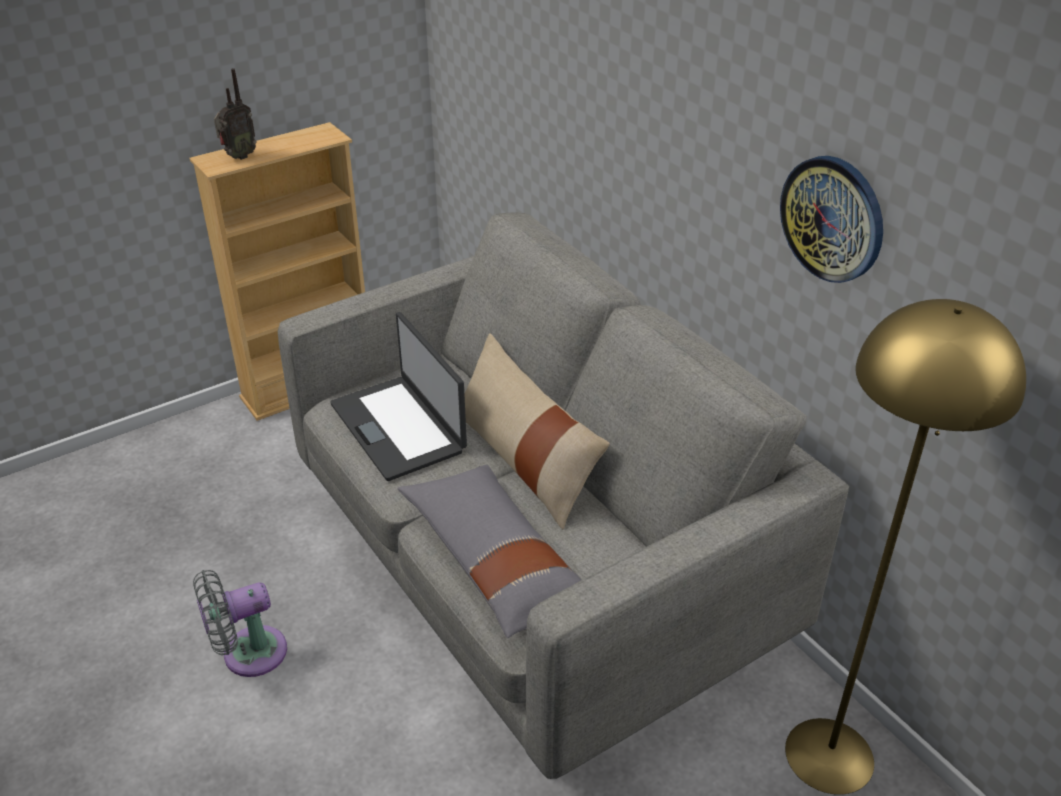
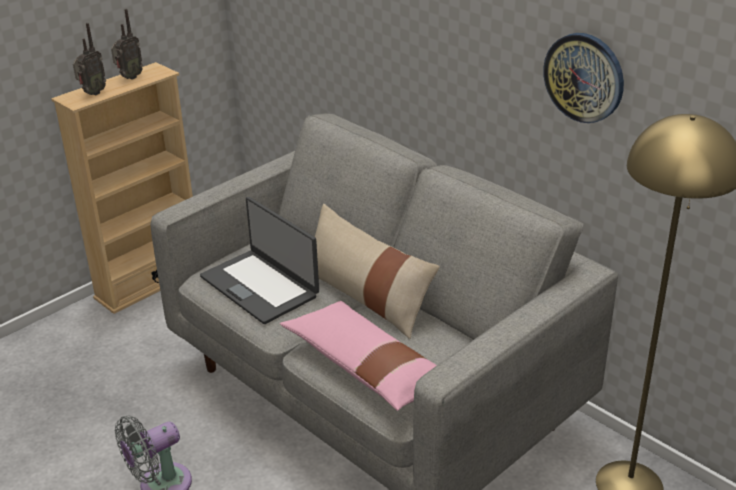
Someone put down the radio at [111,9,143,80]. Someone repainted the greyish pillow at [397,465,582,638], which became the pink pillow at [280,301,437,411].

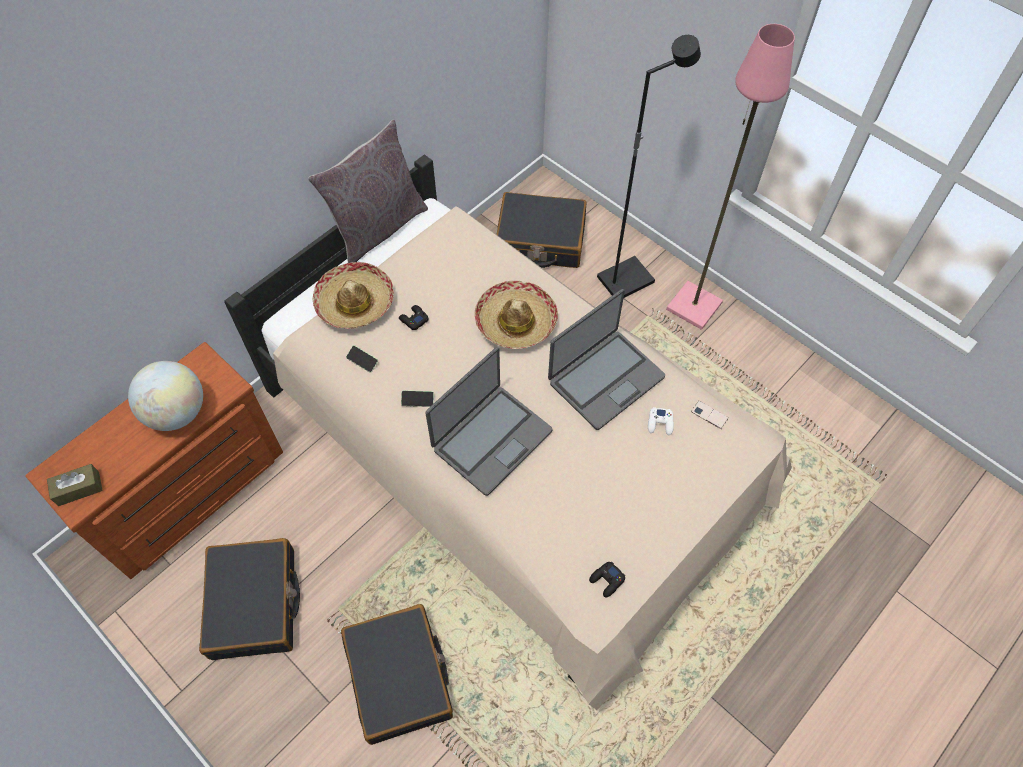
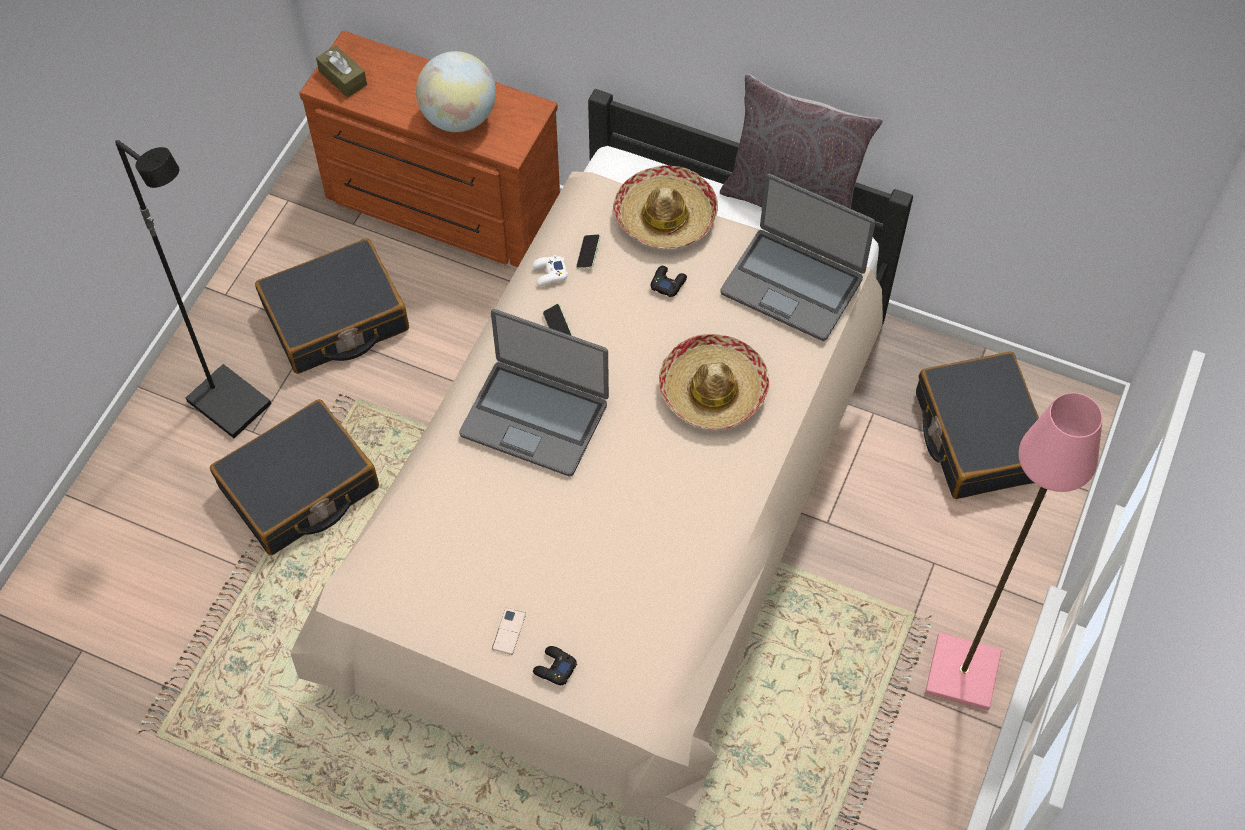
Someone carried the notebook computer from [548,289,665,430] to [720,174,876,341]. Someone carried the black game controller from [589,562,625,598] to [533,646,577,685]. Someone carried the black standing lamp from [597,35,701,298] to [115,140,271,438]. Someone carried the white game controller from [648,407,674,435] to [532,255,568,286]. Someone carried the handset from [691,401,729,429] to [492,608,526,655].

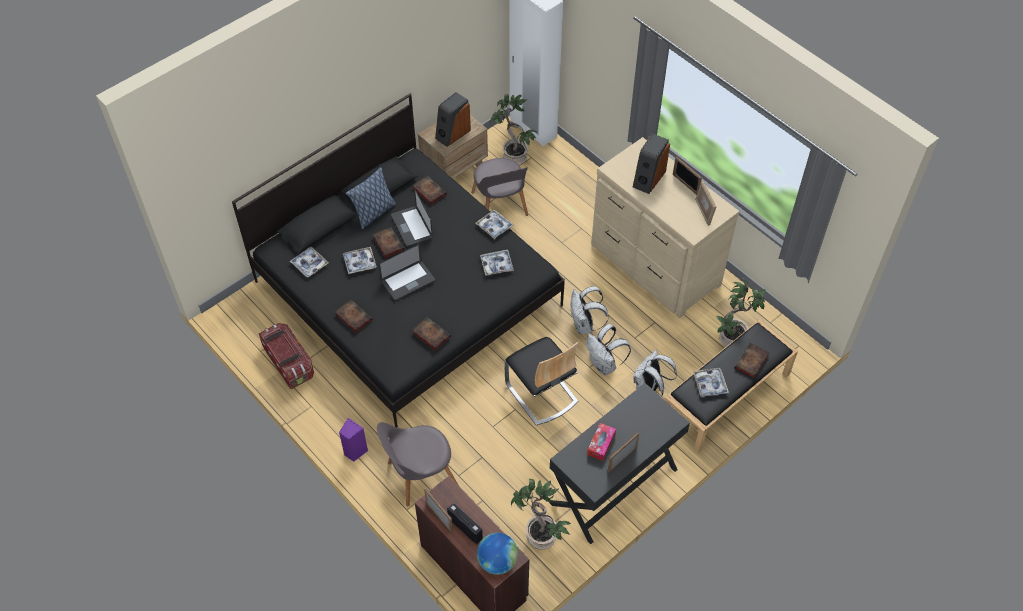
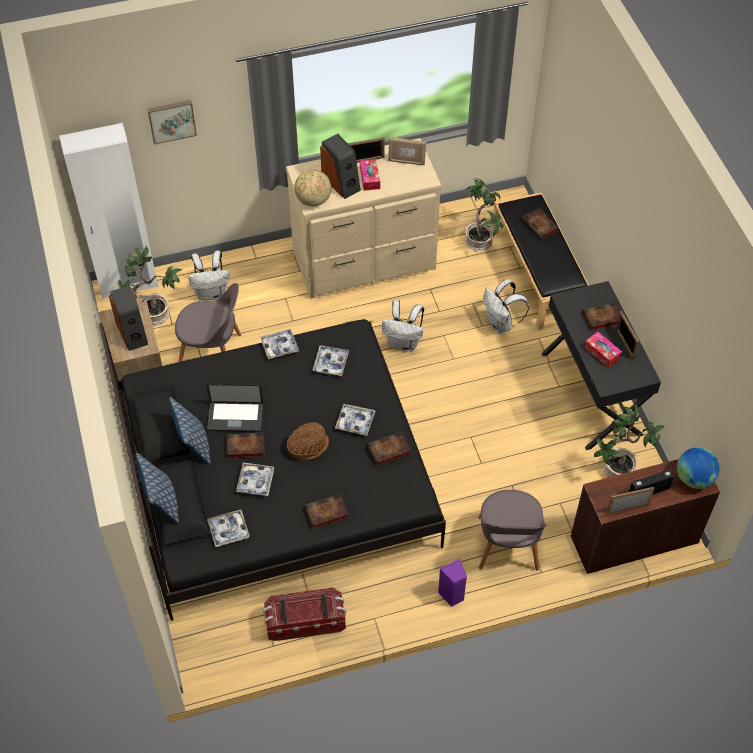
Someone took away the plain chair at [504,337,578,426]. Someone put down the pillow at [135,453,179,523]. Someone put up the wall picture at [147,100,197,145]. Someone put down the world globe at [294,170,331,206]. Someone put down the box of tissues at [360,159,380,191]. Someone carried the bound book from [412,176,447,205] to [583,302,621,331]. Someone carried the white rucksack from [586,324,631,375] to [189,251,230,301]. Someone carried the tray from [693,368,729,397] to [335,404,375,436]. Someone swapped the notebook computer at [378,244,435,301] for the brownish hat at [287,422,329,460].

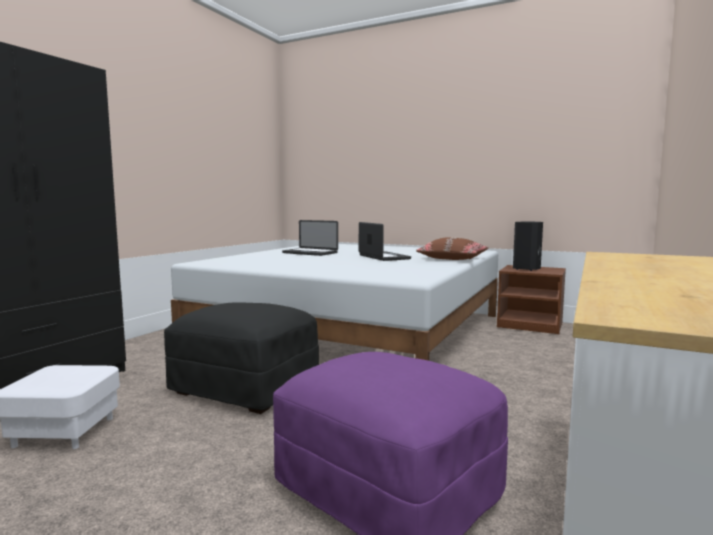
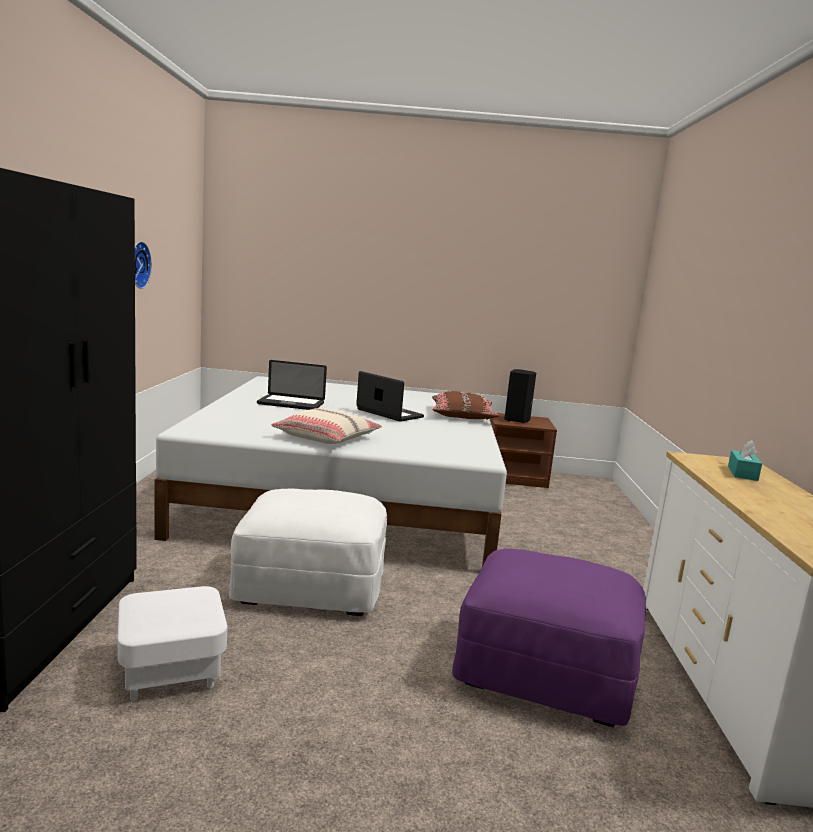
Someone put up the wall clock at [135,241,152,289]. Someone put down the beige-coloured pillow at [271,408,382,444]. Someone put down the turquoise-coloured box of tissues at [728,440,762,481]. Someone repainted the black ottoman at [164,302,319,414], which became the white ottoman at [229,489,387,616].

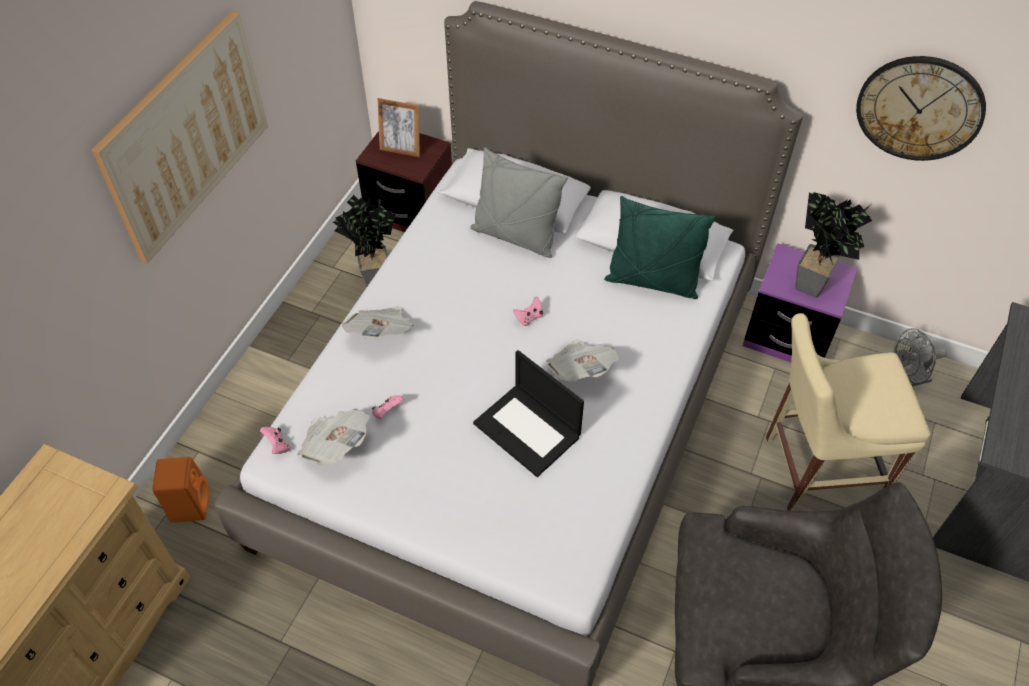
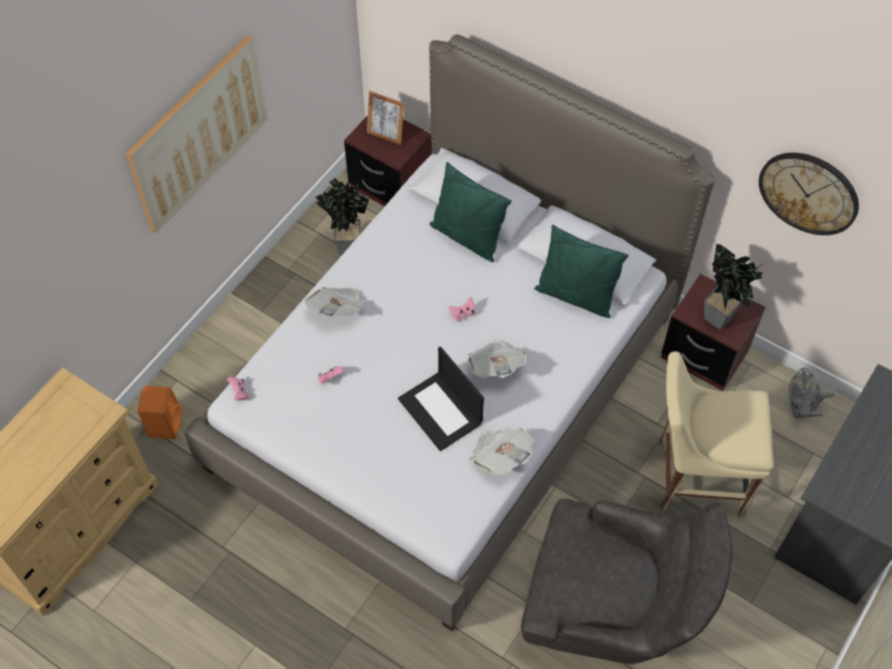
Someone carried the newspaper from [297,408,370,466] to [469,428,534,475]. Someone repainted the greyish pillow at [470,147,568,258], which became the green pillow at [430,162,512,262]. Someone repainted the purple nightstand at [743,243,857,362], which became the brownish nightstand at [661,274,765,391].

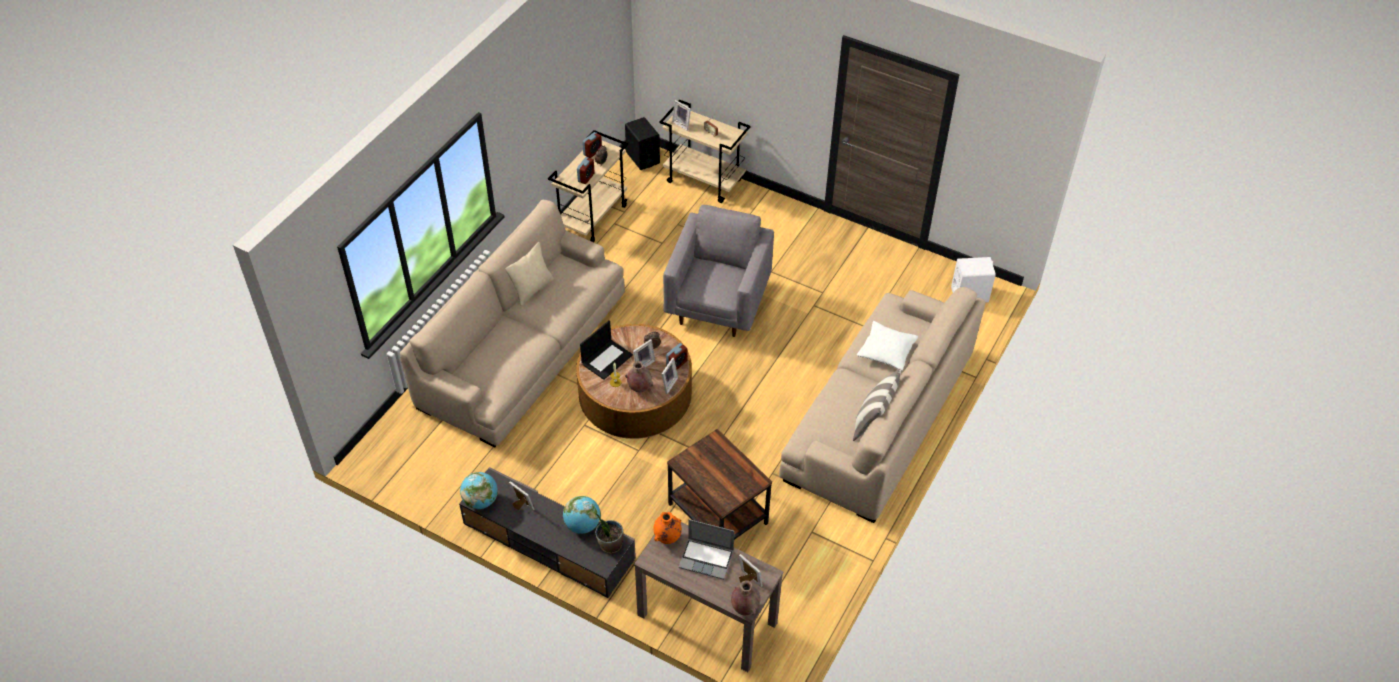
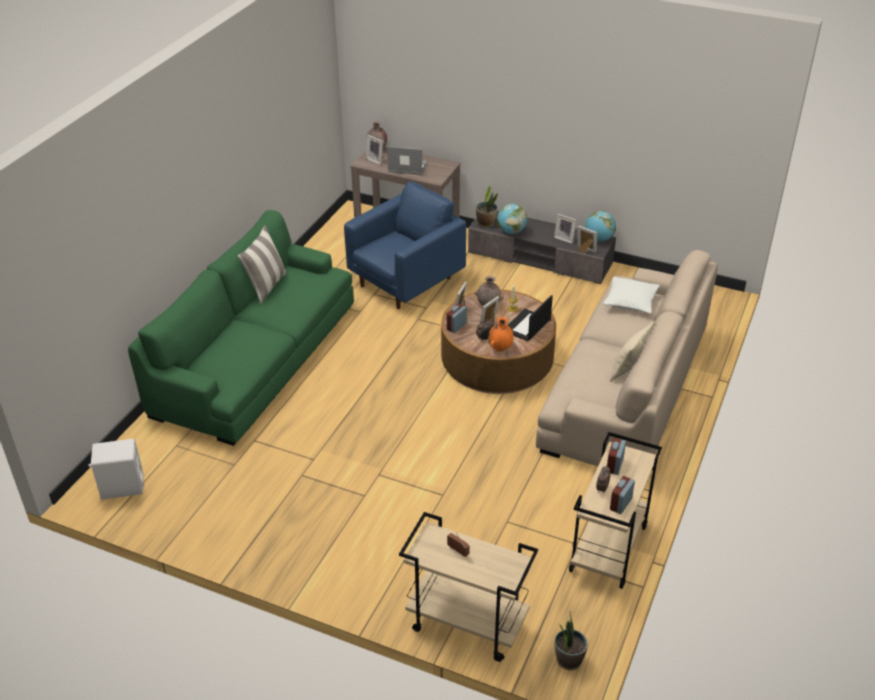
Someone took away the greyish lounge chair at [663,205,774,337]. Someone carried the orange decorative vase from [653,512,682,544] to [488,317,514,352]. Someone carried the standing frame from [672,100,691,131] to [578,226,597,253]. Someone carried the white pillow from [857,321,918,371] to [603,277,660,313]. Someone swapped the black loudspeaker at [625,117,660,170] for the houseplant at [554,612,588,670]. Someone swapped the brownish accent table at [667,429,772,540] for the bluish lounge chair at [344,182,466,309]. Someone repainted the beige-coloured sofa at [779,287,985,523], which became the green sofa at [128,210,354,446].

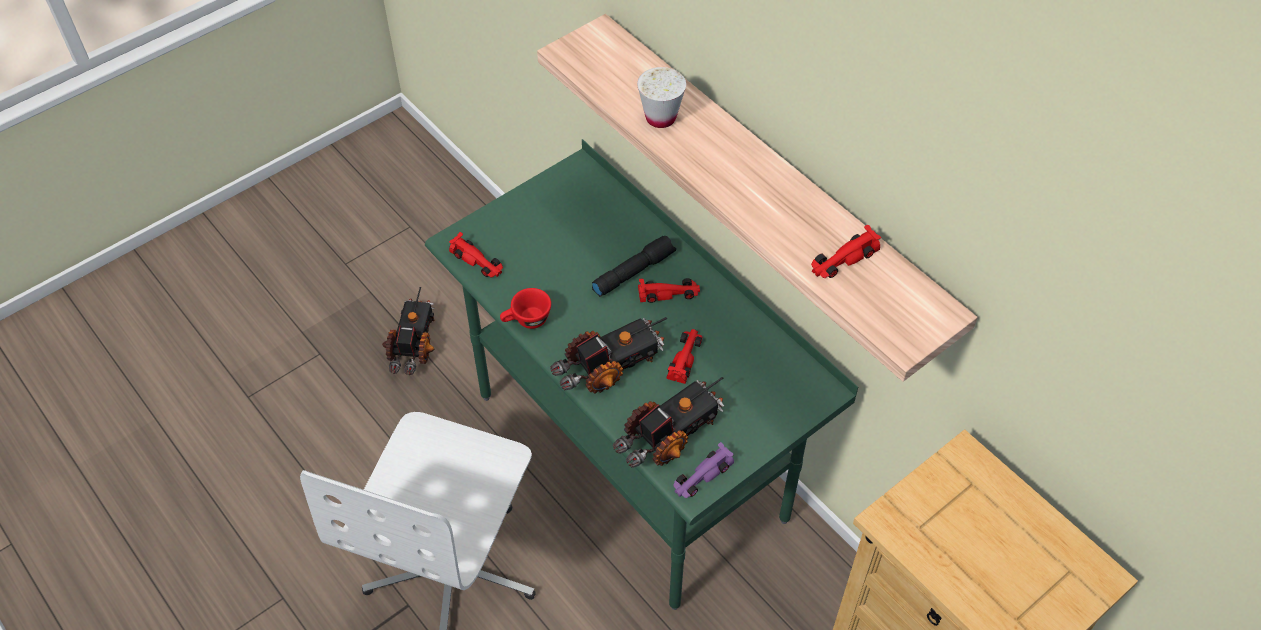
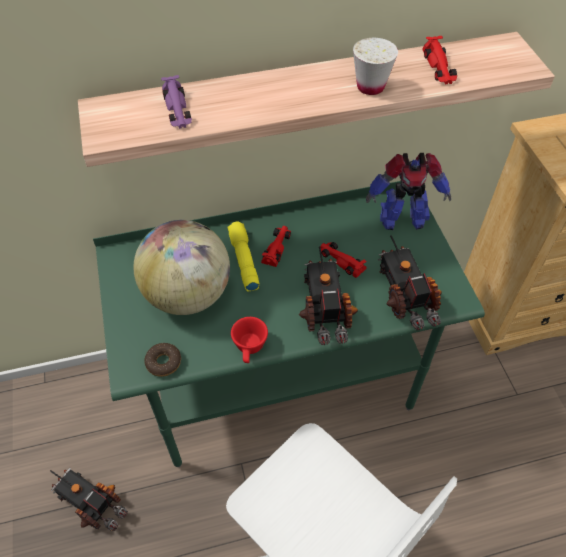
Someone put down the world globe at [133,220,230,315]. Someone put down the robot figure at [366,153,451,230]. Someone carried the white cup from [637,67,686,128] to [353,38,398,95]. Someone carried the purple model car from [673,442,734,498] to [161,75,192,129]. Someone swapped the reddish model car at [449,232,503,277] for the doughnut at [144,343,181,377]. Someone repainted the black hand torch at [592,236,676,297], which became the yellow hand torch at [228,221,259,291].

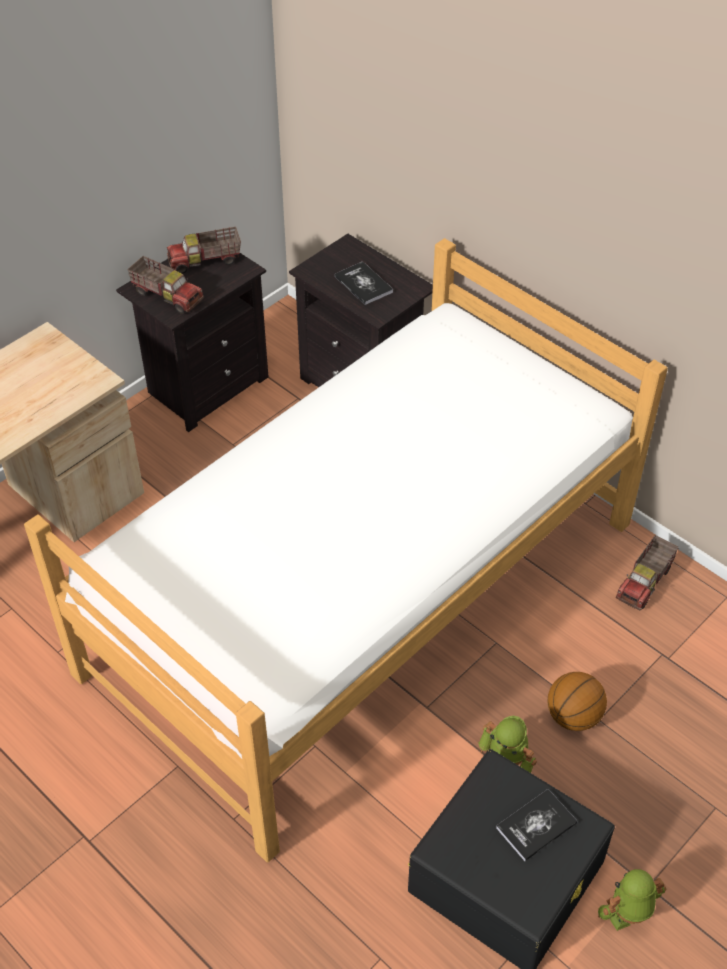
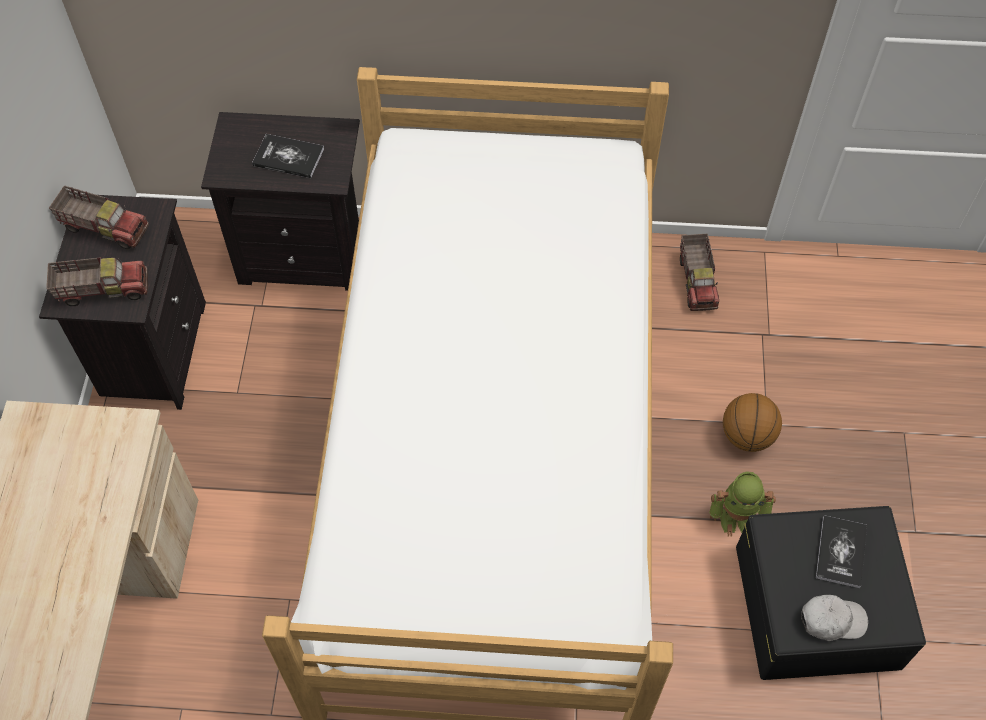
Someone took away the robot figure at [598,869,666,931]. Someone put down the white cap at [801,595,868,641]. Someone rotated the toy truck at [167,227,241,274] by 105 degrees counterclockwise.

